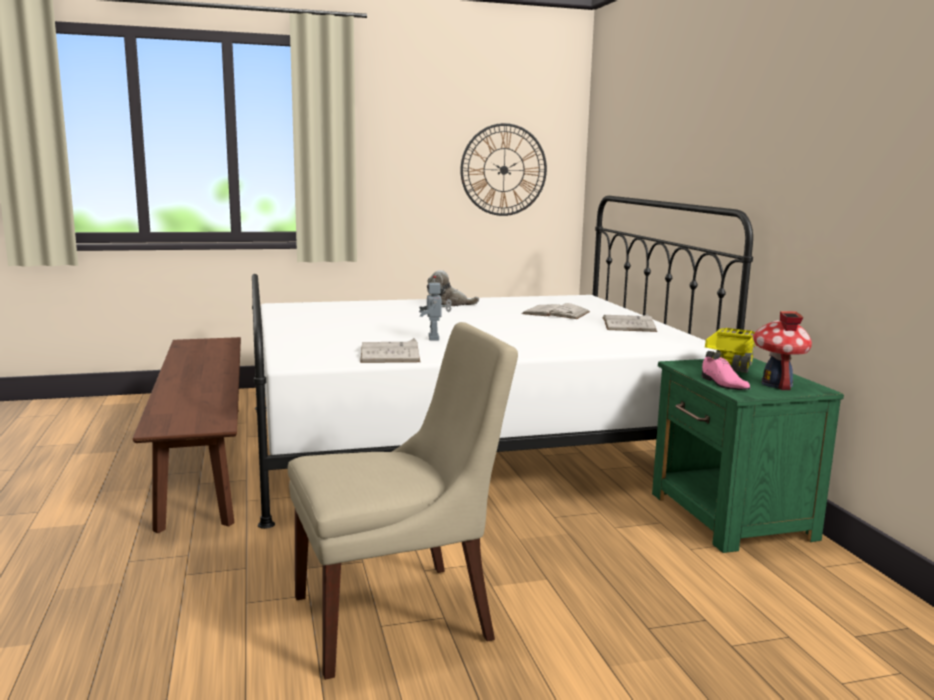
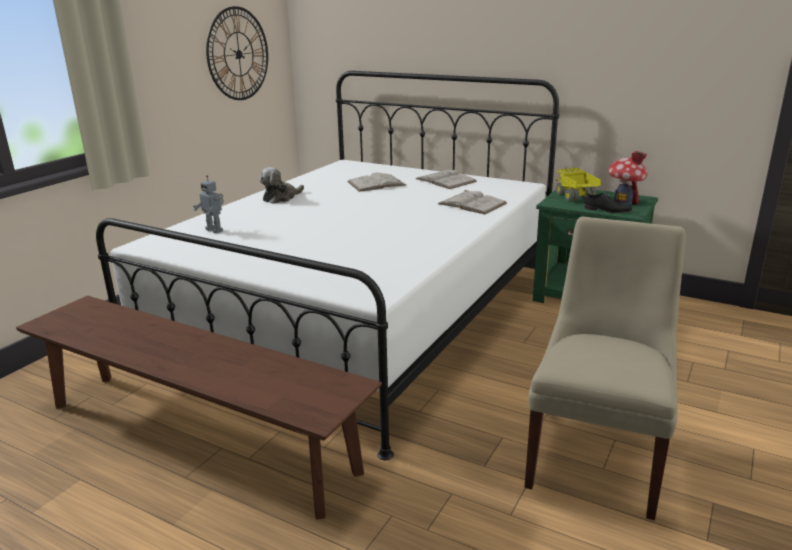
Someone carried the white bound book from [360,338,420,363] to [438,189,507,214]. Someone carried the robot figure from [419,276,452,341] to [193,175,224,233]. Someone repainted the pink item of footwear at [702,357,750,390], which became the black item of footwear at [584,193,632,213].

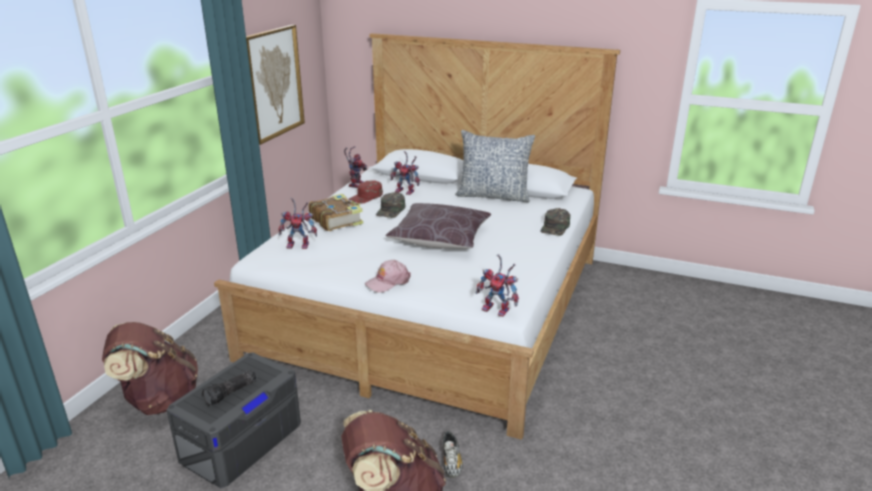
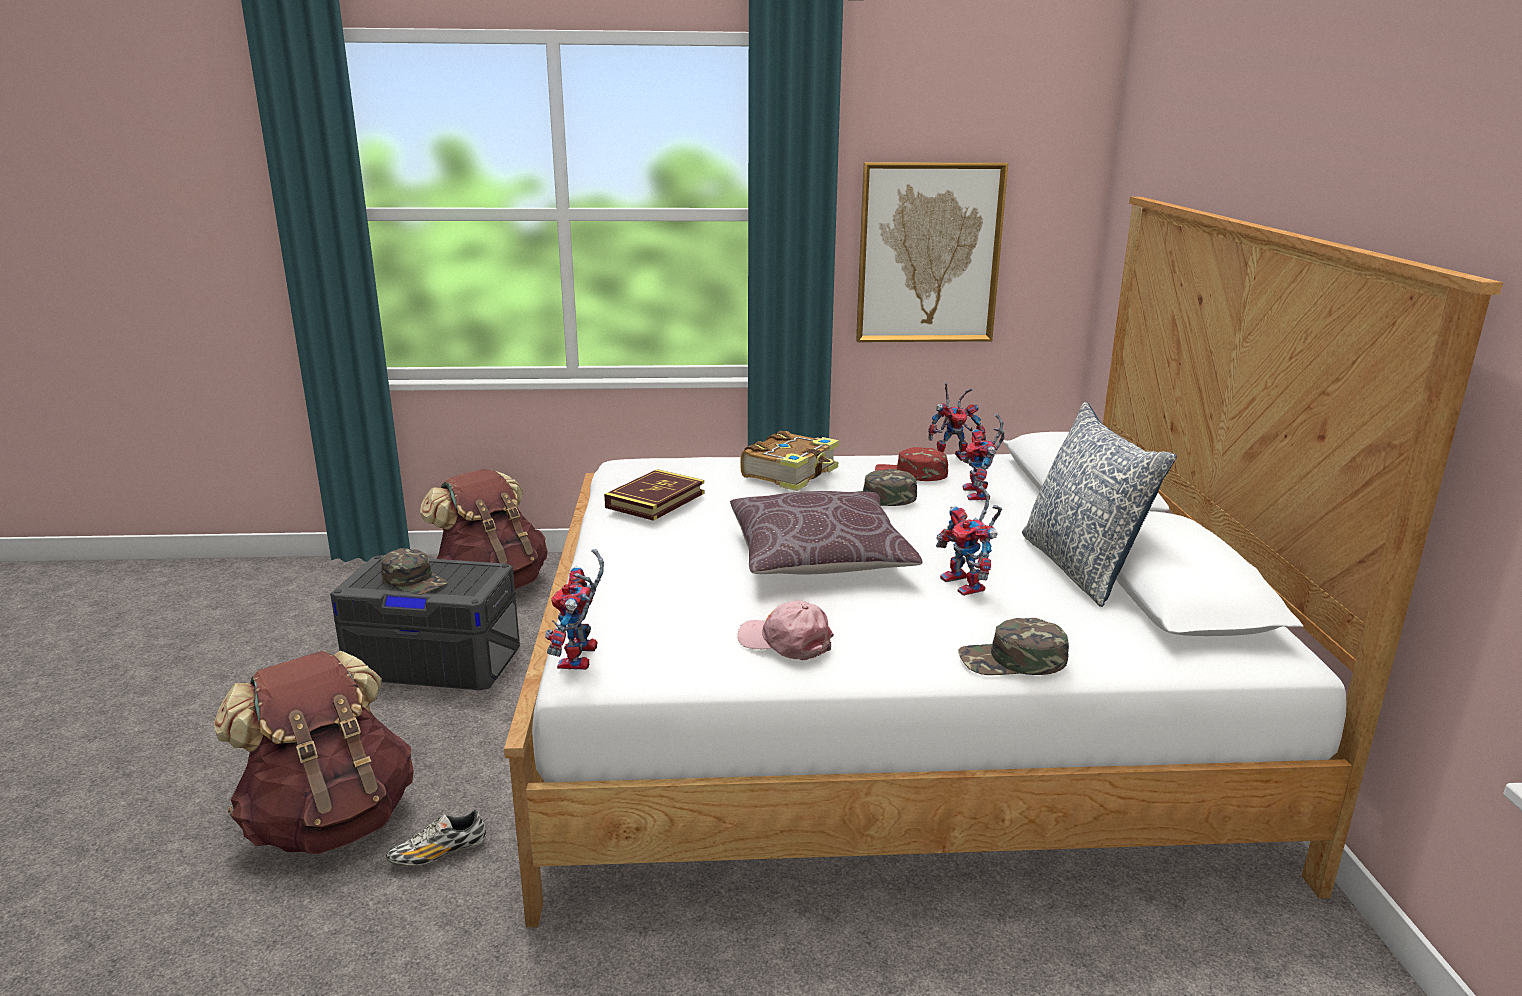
Someone put down the bound book at [604,469,704,521]. Someone carried the robot figure from [279,198,317,249] to [936,486,1002,596]. Someone carried the pink cap from [365,260,411,293] to [737,600,834,660]. Someone swapped the hand torch at [201,370,257,406] for the green cap at [381,548,447,595].

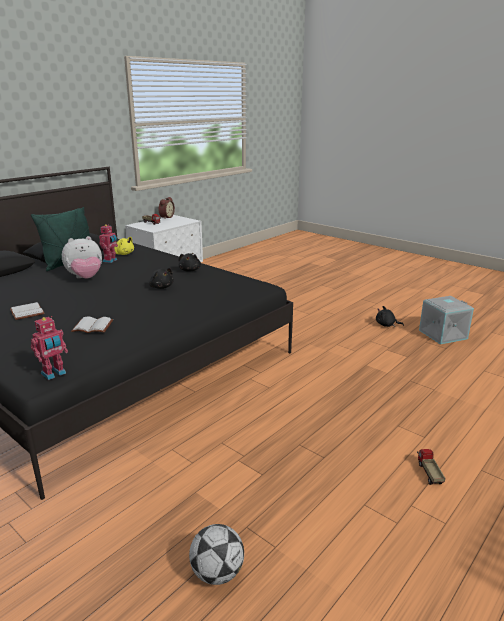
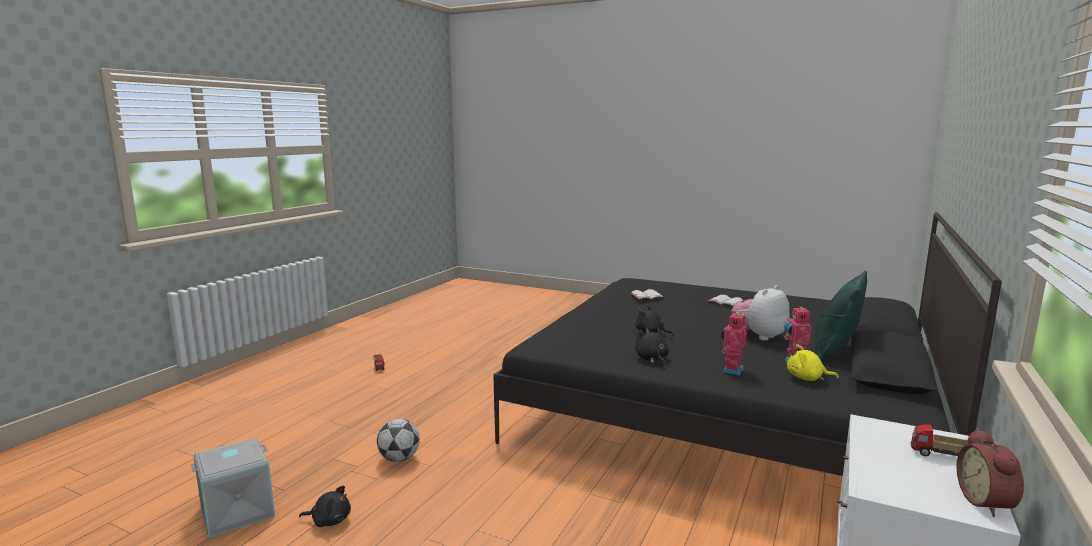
Someone carried the robot figure from [31,316,68,380] to [721,311,747,375]. Someone carried the football ball from [189,524,244,585] to [377,419,420,462].

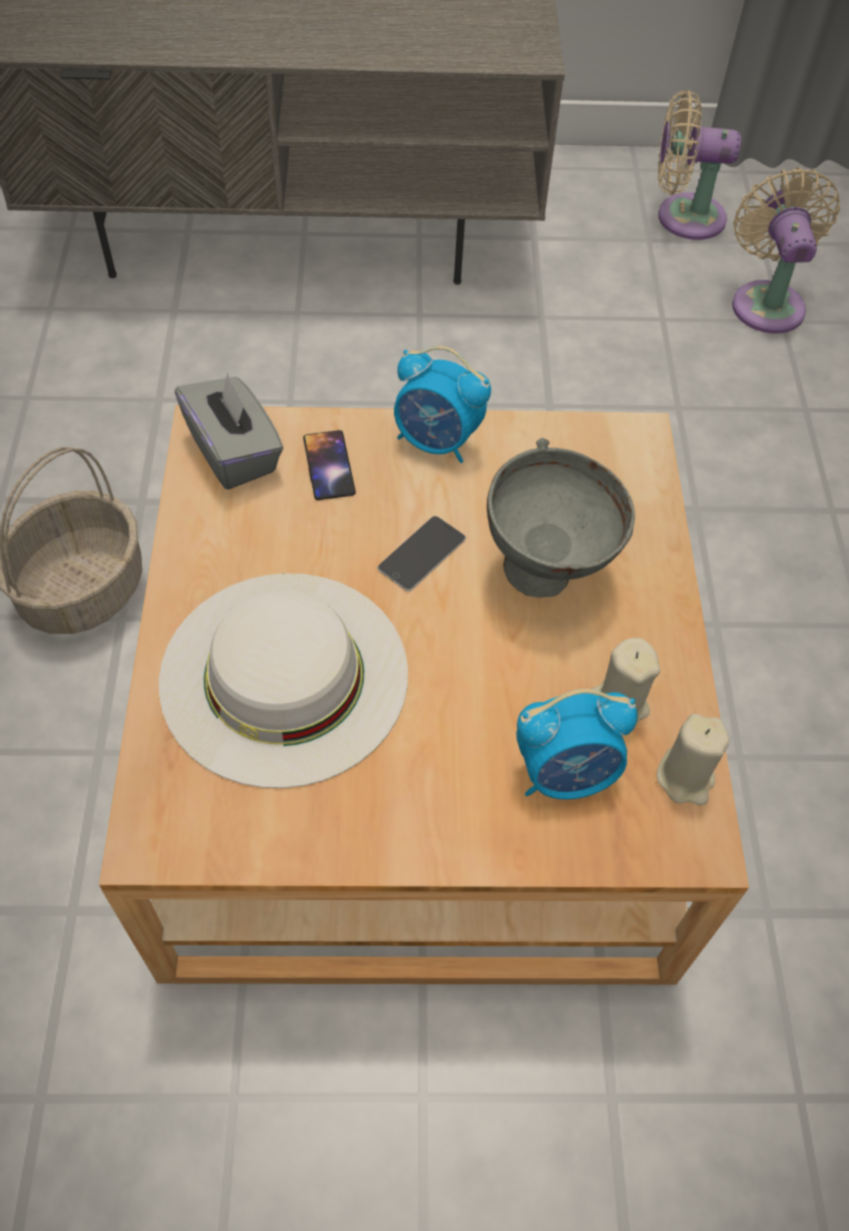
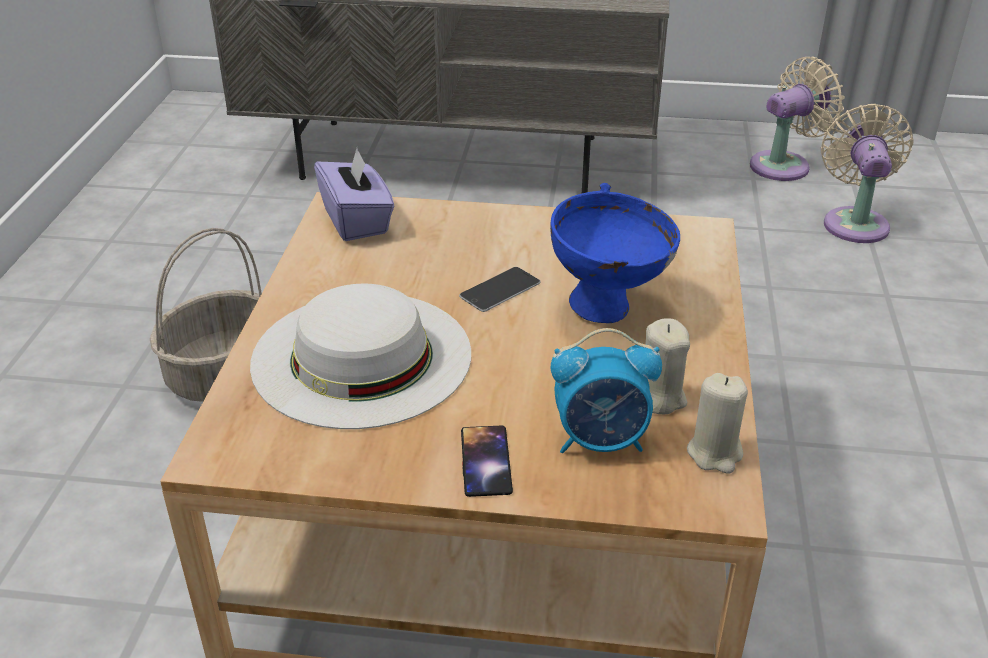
Someone took away the table clock at [394,346,491,463]. Someone carried the handset from [303,430,356,500] to [461,426,513,497]. Someone repainted the greyish box of tissues at [175,372,284,490], which became the purple box of tissues at [314,148,394,241]. Someone repainted the greyish serving bowl at [487,438,635,598], which became the bluish serving bowl at [550,183,680,323]. Someone rotated the beige-coloured fan at [658,90,741,240] by 135 degrees clockwise.

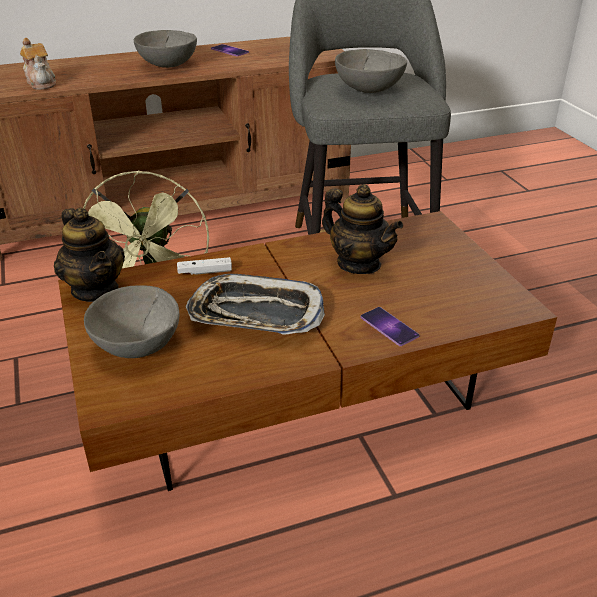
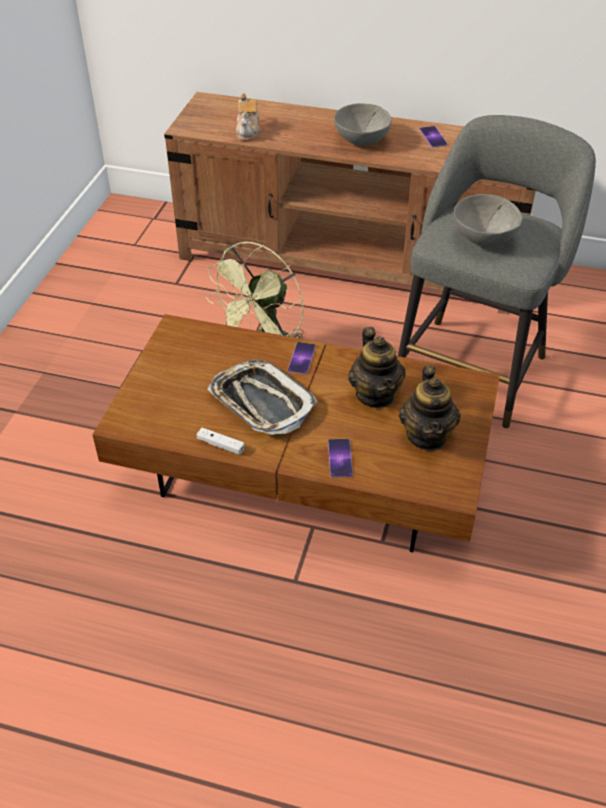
Someone took away the greyish serving bowl at [84,285,180,358]. Someone put down the handset at [288,342,316,375]. Someone carried the tea pot from [54,208,125,302] to [399,365,461,451]. Someone carried the white game controller from [177,257,232,275] to [197,428,244,455].

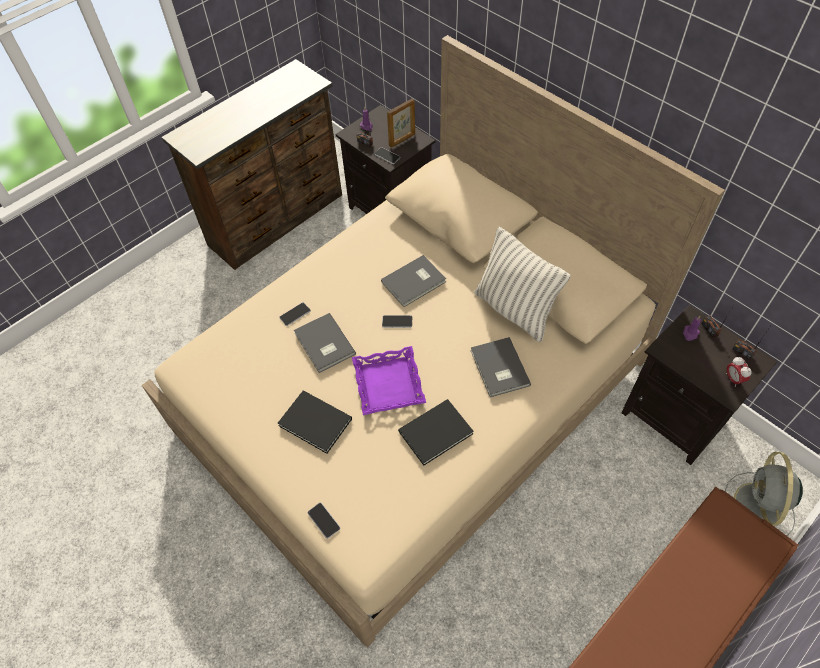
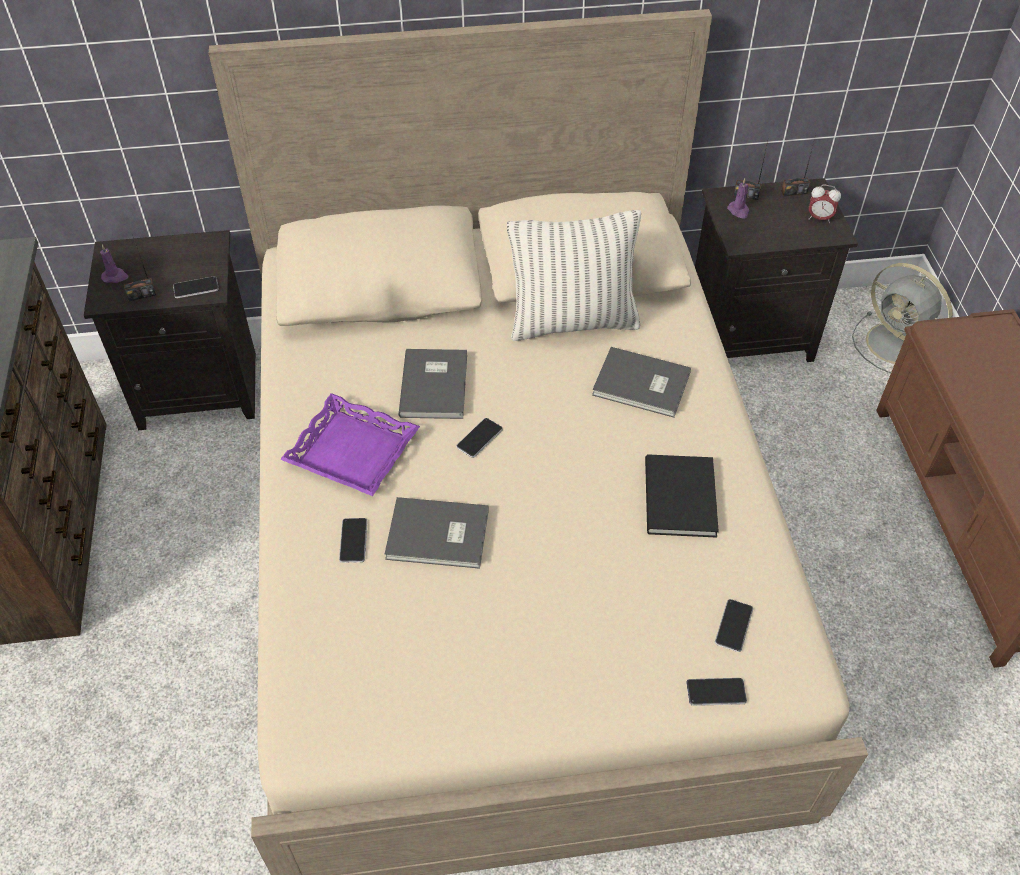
Someone took away the black bound book at [278,390,352,454]. Someone took away the standing frame at [387,98,415,148]. Someone put down the handset at [715,599,753,652]. Someone carried the purple tray from [352,346,426,415] to [280,393,420,496].

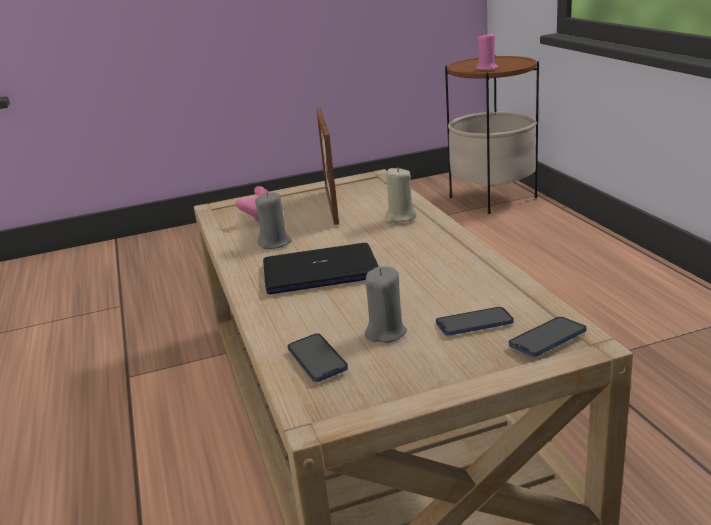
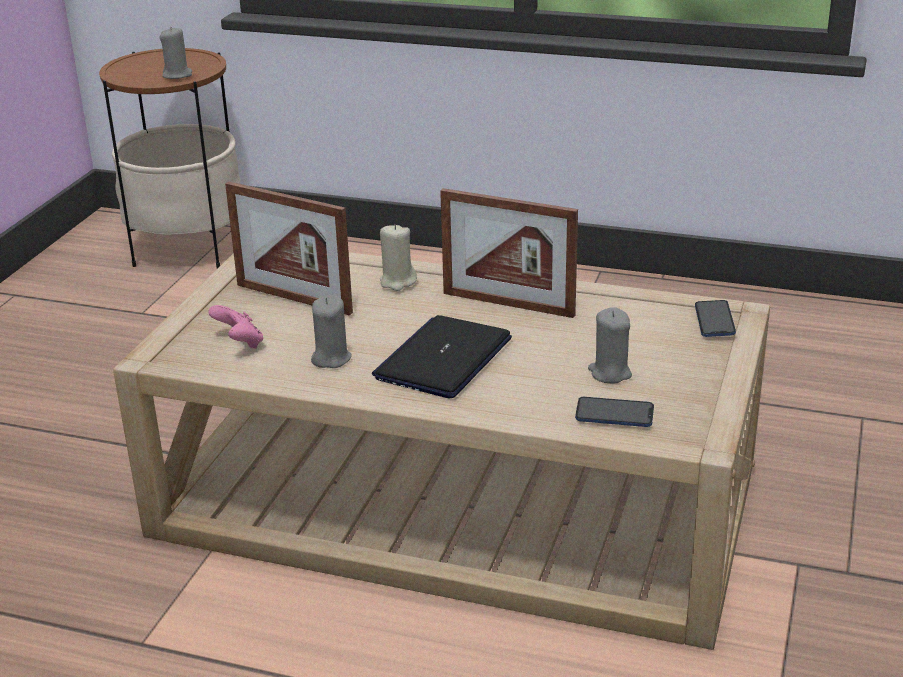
Someone took away the handset at [436,307,514,336]. Someone put down the standing frame at [440,188,578,318]. Someone repainted the pink wax light at [476,32,499,70], which became the greyish wax light at [160,27,192,79].

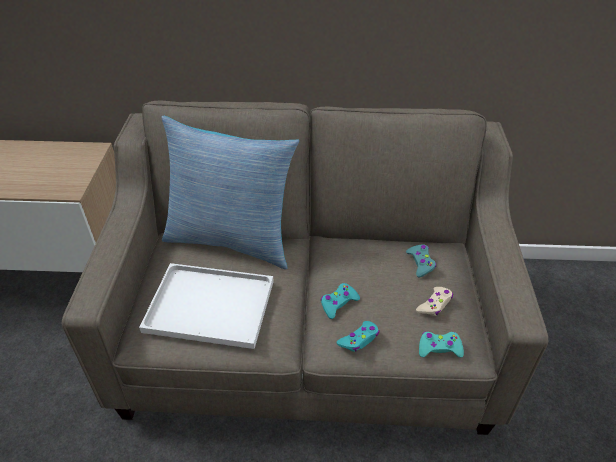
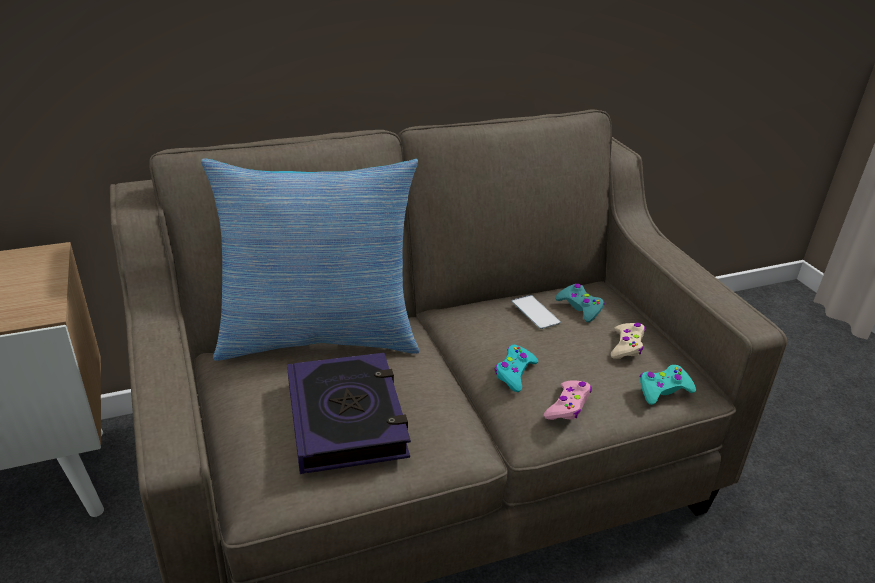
Someone put down the handset at [512,295,561,329]. Someone swapped the white tray at [139,263,274,349] for the bound book at [287,353,411,474]. Someone repainted the turquoise-coloured game controller at [337,321,379,352], which became the pink game controller at [544,381,592,420].

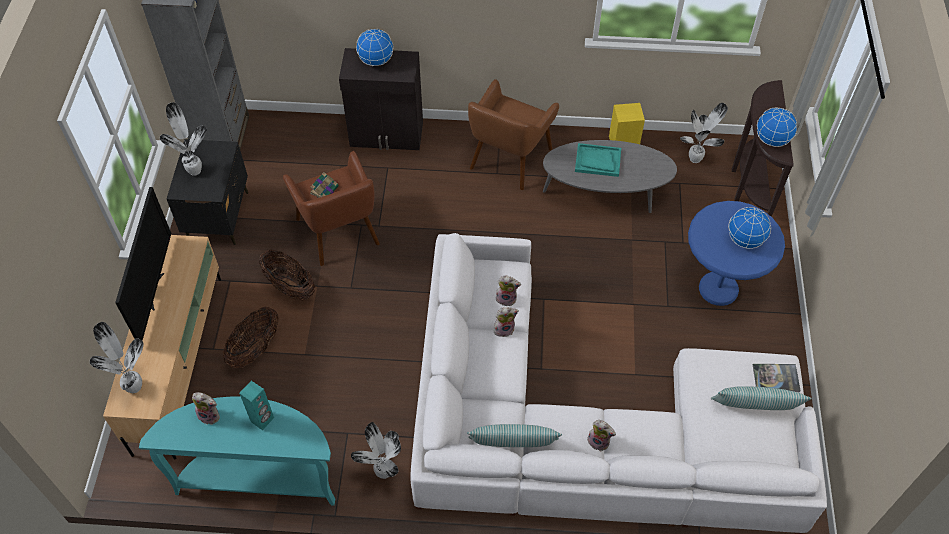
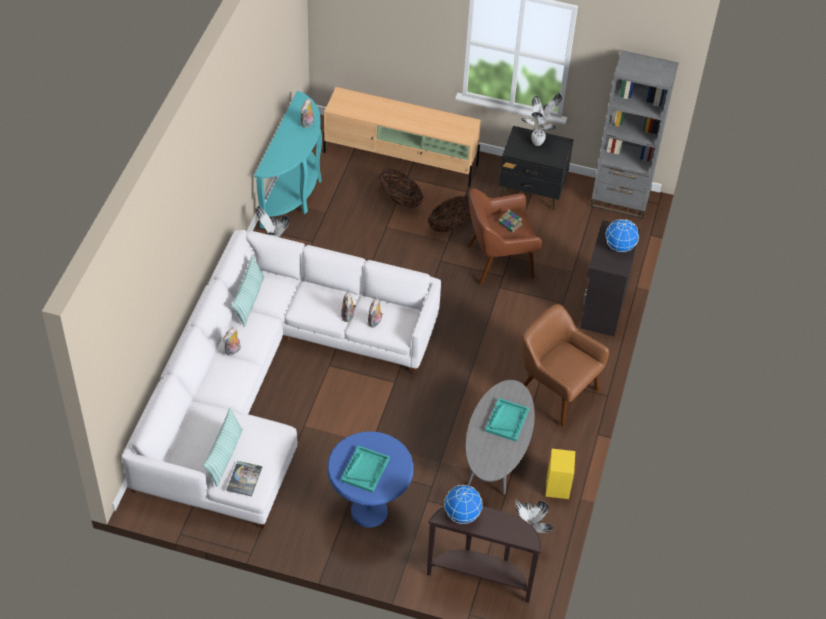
Someone took away the houseplant at [90,322,144,393]. Someone took away the TV at [115,187,171,341]. Someone took away the turquoise-coloured loudspeaker at [239,381,274,430]. Someone swapped the world globe at [728,207,771,249] for the turquoise-coloured tray at [341,446,390,493].

